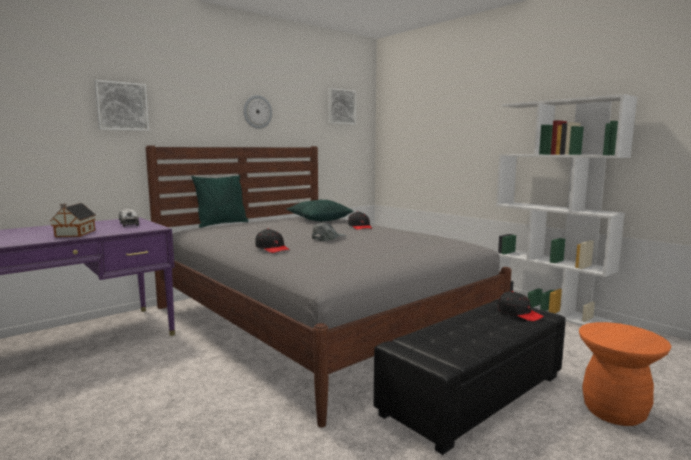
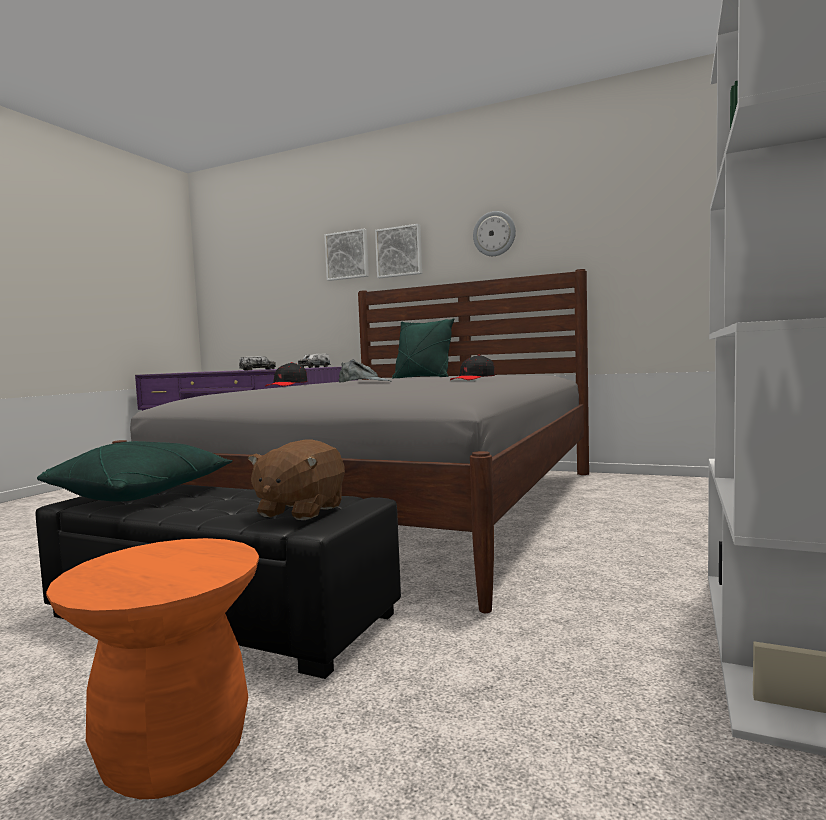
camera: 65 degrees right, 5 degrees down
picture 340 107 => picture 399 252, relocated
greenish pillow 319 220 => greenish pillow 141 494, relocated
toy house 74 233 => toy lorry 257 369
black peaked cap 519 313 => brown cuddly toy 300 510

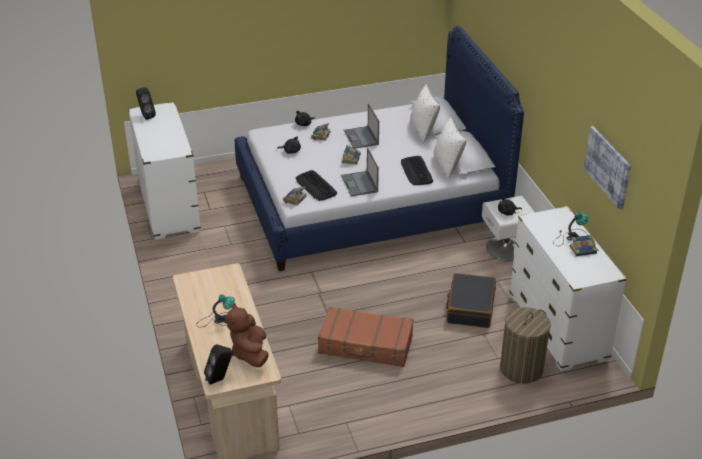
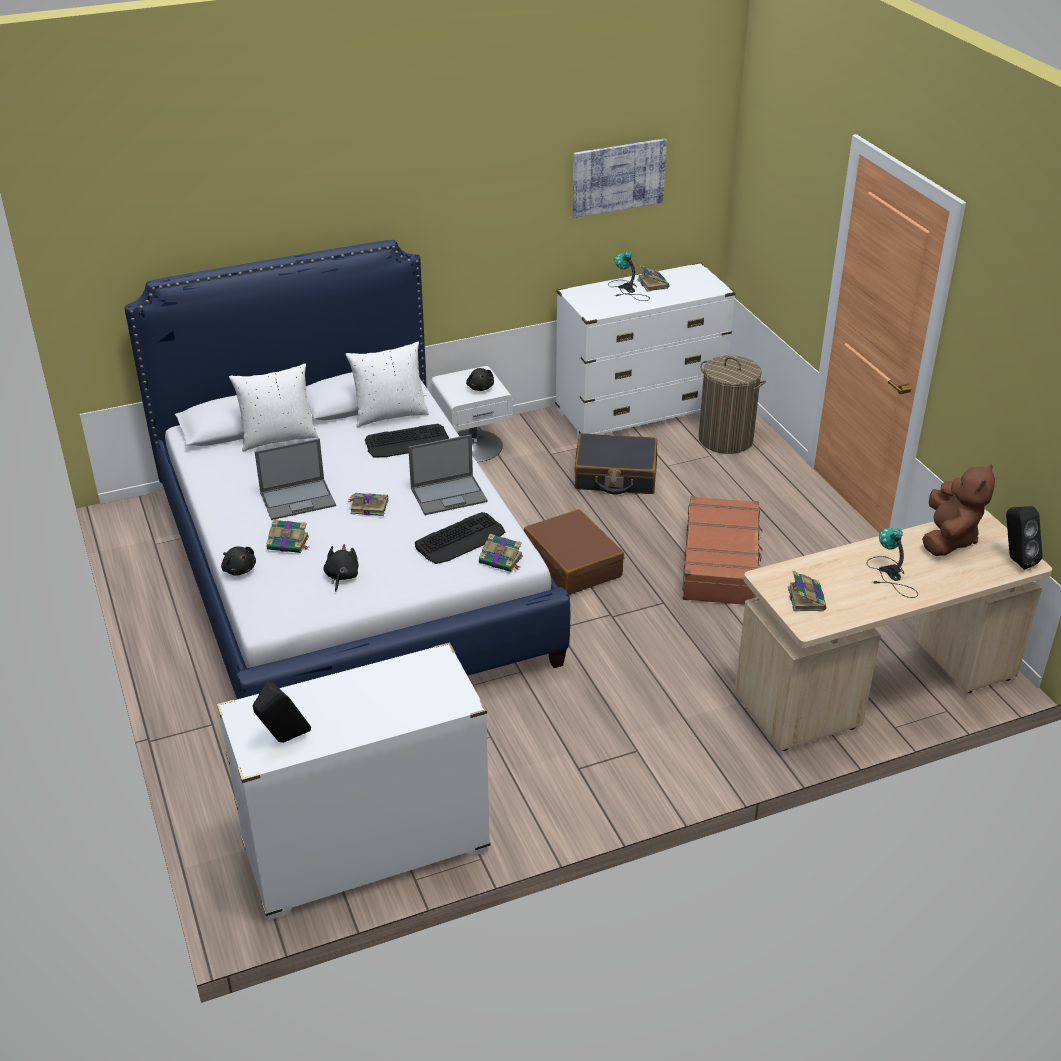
camera: 95 degrees left, 0 degrees up
brown cuddly toy 250 353 => brown cuddly toy 948 538, 60 degrees counterclockwise
nothing => brown suitcase 573 564
nothing => volume 806 598

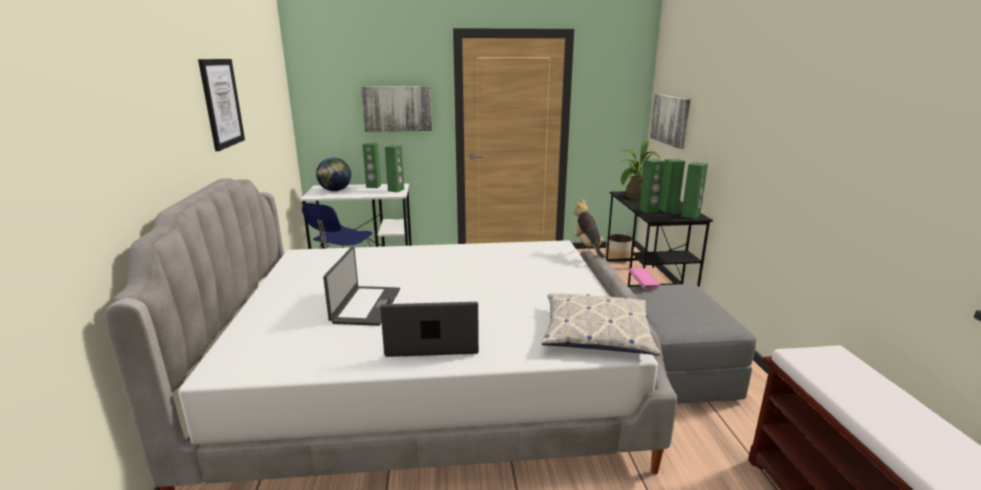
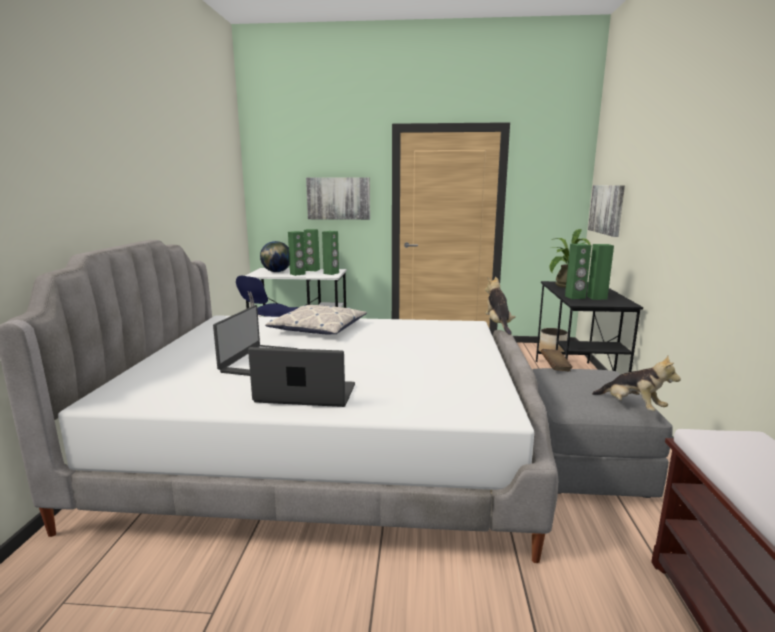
camera: 10 degrees right, 5 degrees down
picture 221 103 => nothing
greenish speaker 691 216 => greenish speaker 297 274, relocated
pinkish volume 643 285 => brown volume 555 367
pillow 596 333 => pillow 318 328, relocated
nothing => cuddly toy 632 407

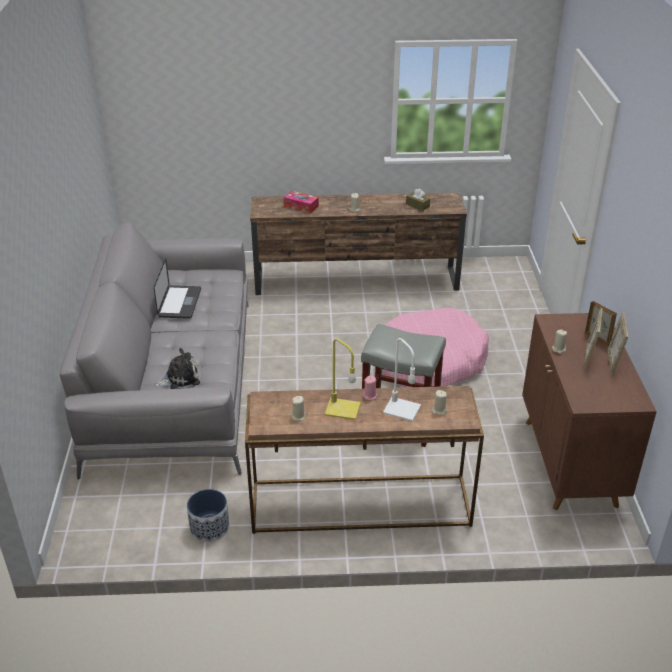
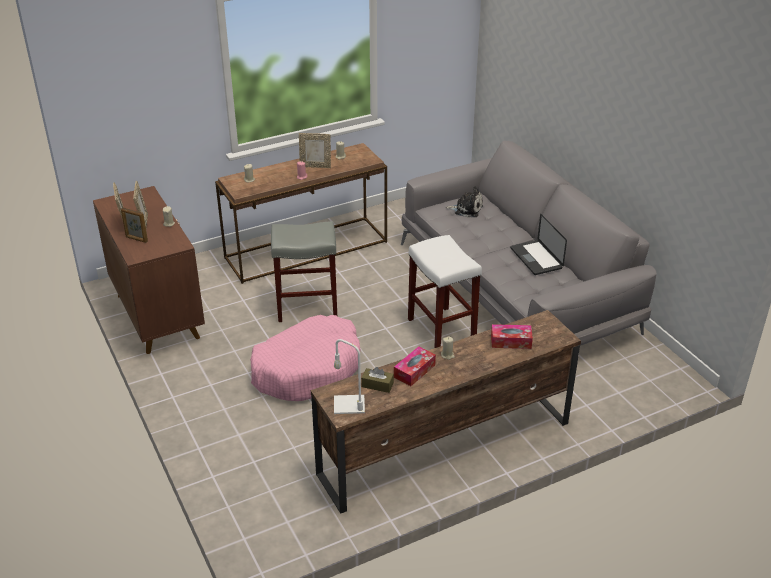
camera: 155 degrees right, 0 degrees up
yellow-coloured tabletop lamp 341 409 => picture frame 315 166
whitish tabletop lamp 400 409 => whitish tabletop lamp 350 404, relocated
cuddly toy 180 378 => cuddly toy 466 209, 120 degrees counterclockwise
flower pot 209 527 => nothing
nothing => whitish stool seat 442 330
nothing => tissue box 414 371

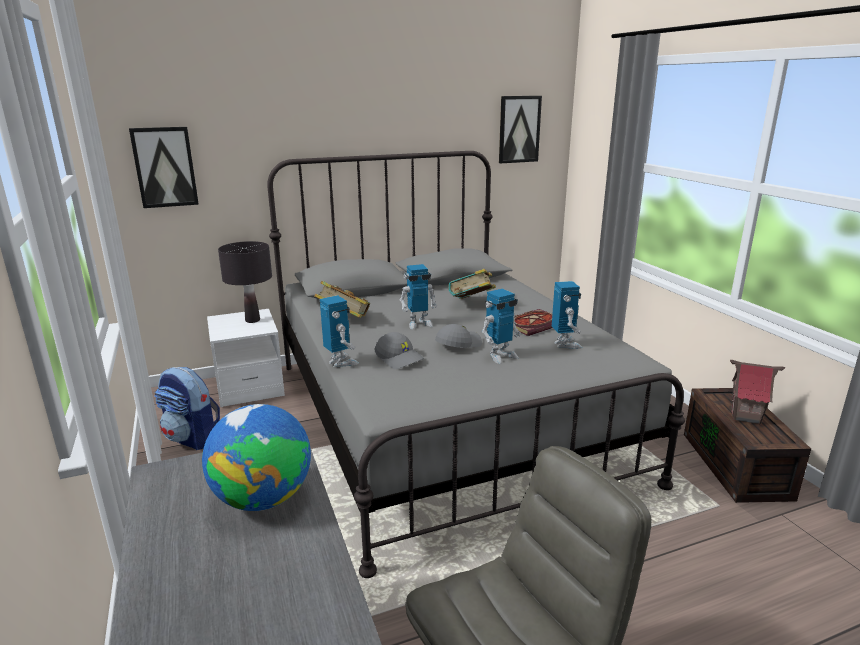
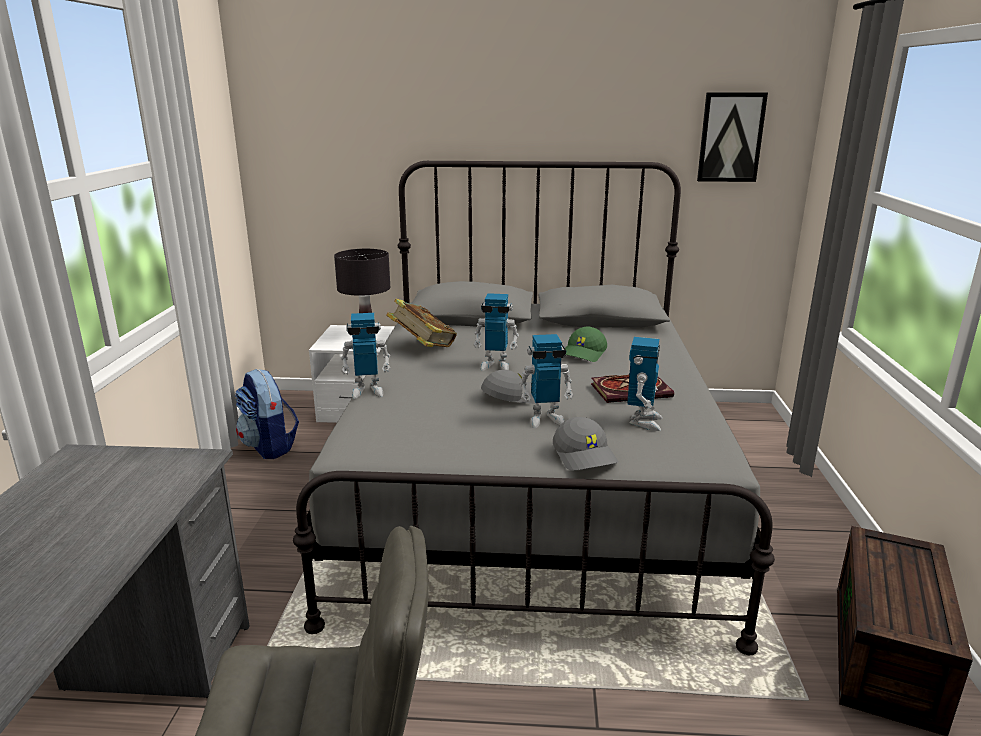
camera: 25 degrees right, 0 degrees up
picture 165 167 => nothing
volume 472 304 => greenish peaked cap 584 354
model robot 340 362 => model robot 367 391, 90 degrees clockwise
greyish peaked cap 400 358 => greyish peaked cap 585 455, relocated
toy house 745 416 => nothing
world globe 263 498 => nothing

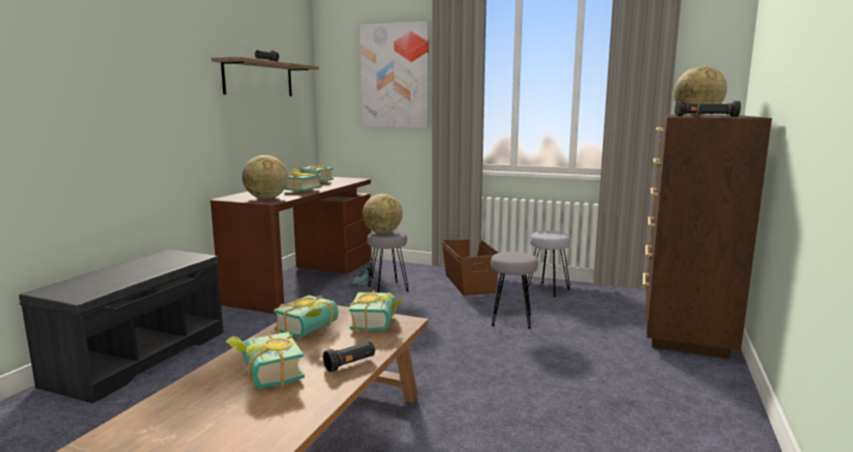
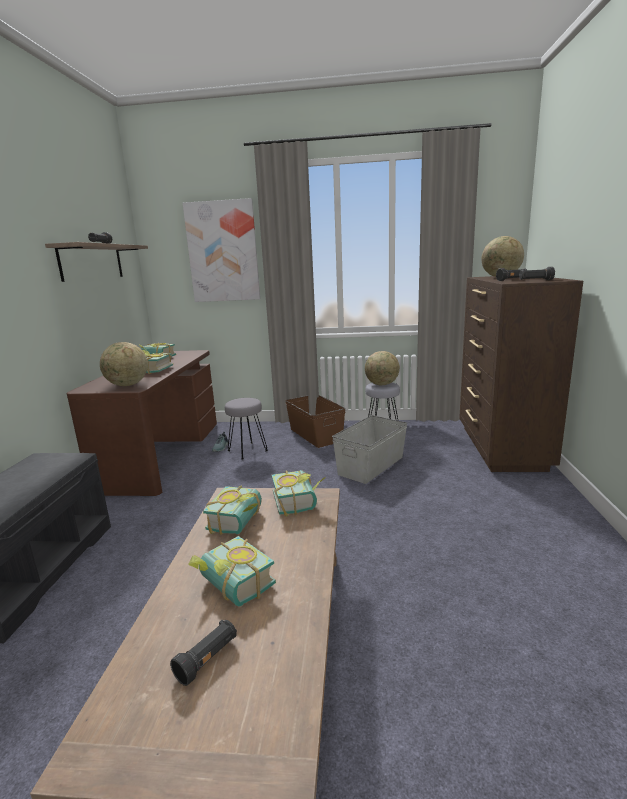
camera: 15 degrees left, 5 degrees up
world globe 382 233 => world globe 382 384, relocated
greyish stool seat 512 320 => greyish storage bin 371 465
black hand torch 350 364 => black hand torch 208 659, relocated

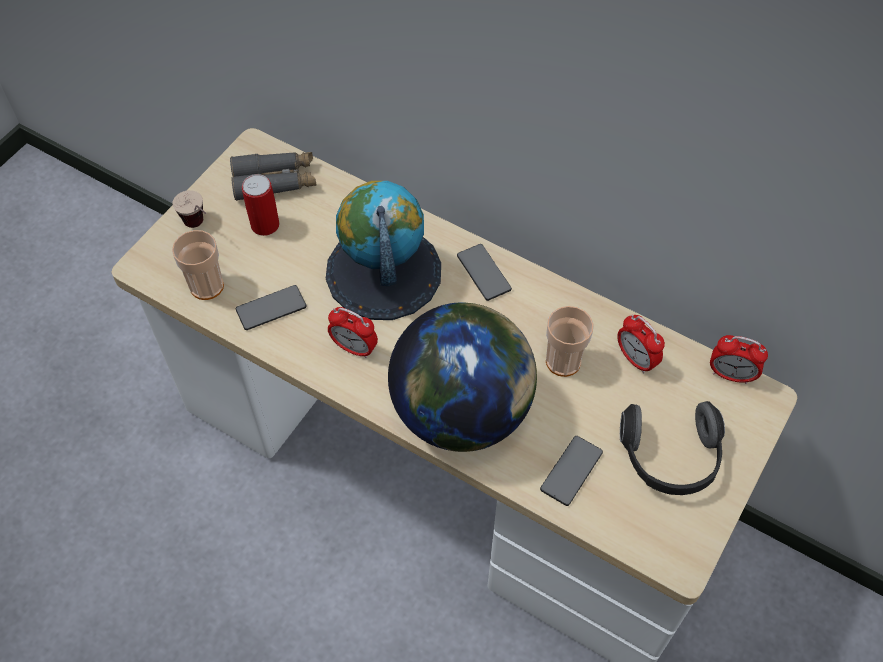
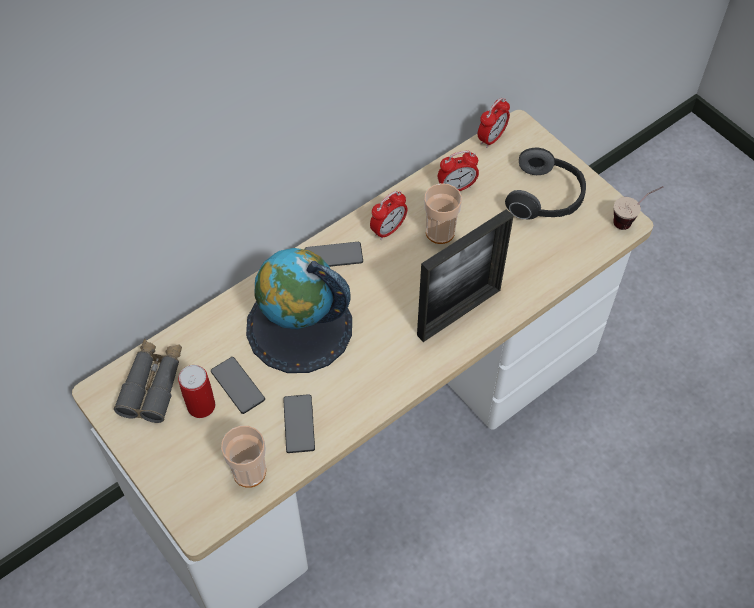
camera: 70 degrees left, 0 degrees up
small cup 200 227 => small cup 631 220, relocated
world globe 462 411 => picture frame 459 312
alarm clock 354 348 => alarm clock 388 230, relocated
telephone 571 471 => telephone 237 385, relocated

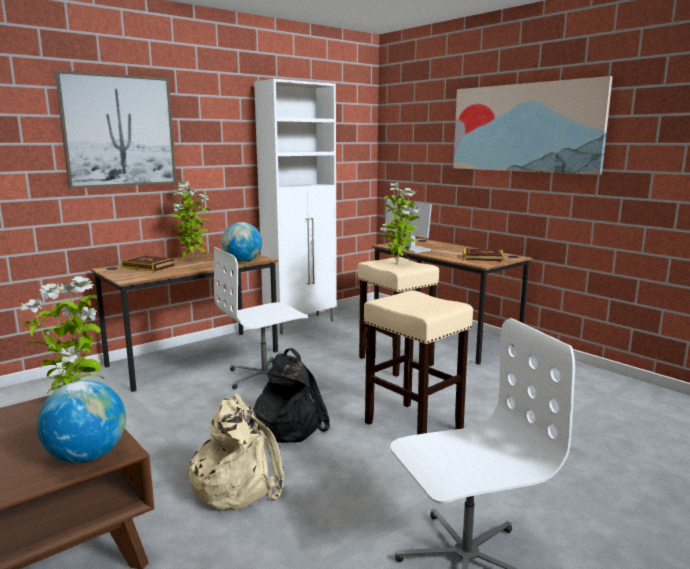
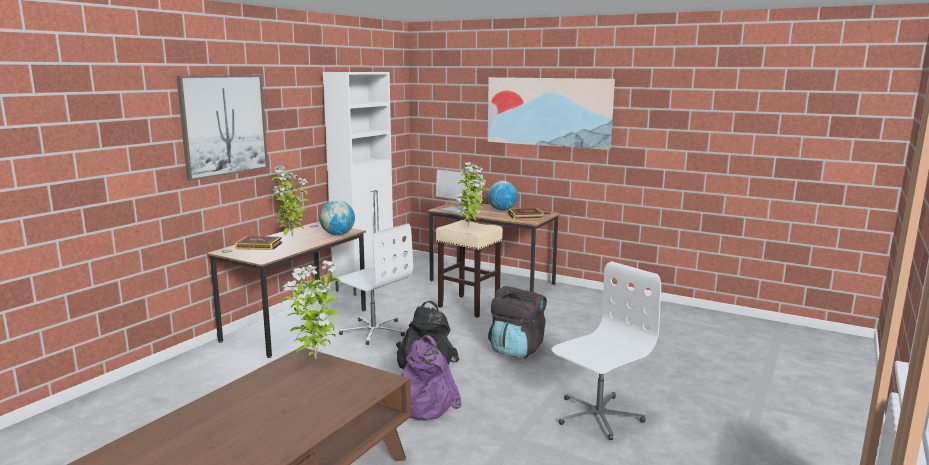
camera: 20 degrees left, 0 degrees up
whitish computer chair 265 376 => whitish computer chair 373 331, 90 degrees counterclockwise
beige-coloured stool seat 414 426 => black knapsack 516 349
world globe 87 457 => world globe 502 210, relocated
beige-coloured knapsack 237 484 => purplish knapsack 422 404

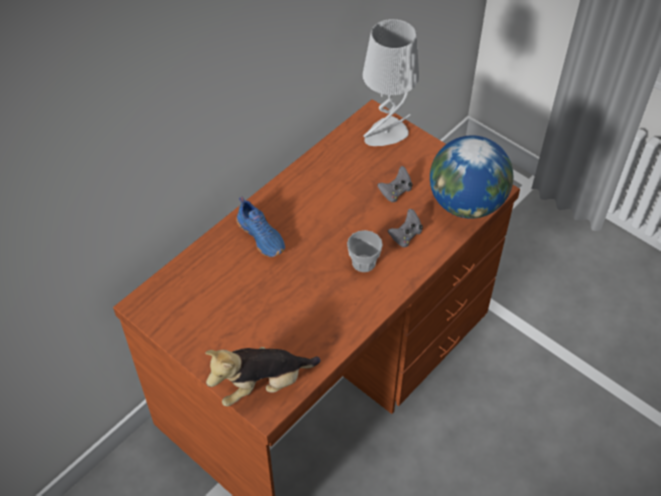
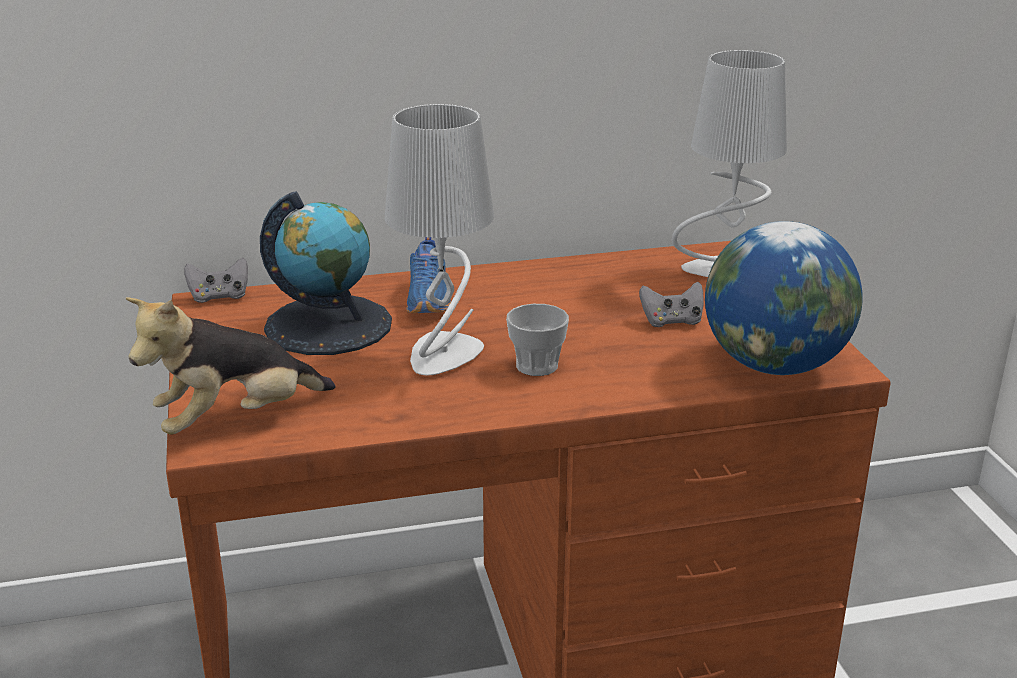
camera: 35 degrees right, 25 degrees down
greyish gamepad 405 236 => greyish gamepad 219 297, relocated
cuddly toy 262 385 => cuddly toy 236 420, 45 degrees counterclockwise
nothing => greyish tabletop lamp 444 356
nothing => world globe 329 325

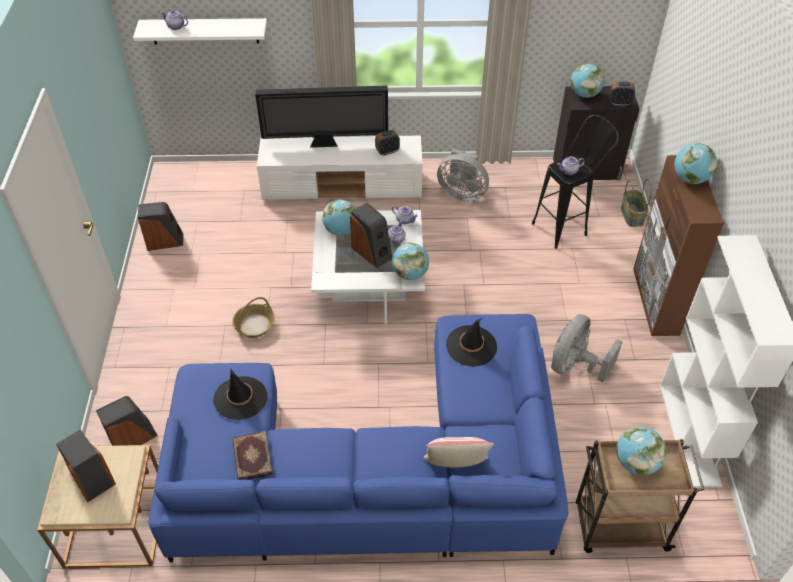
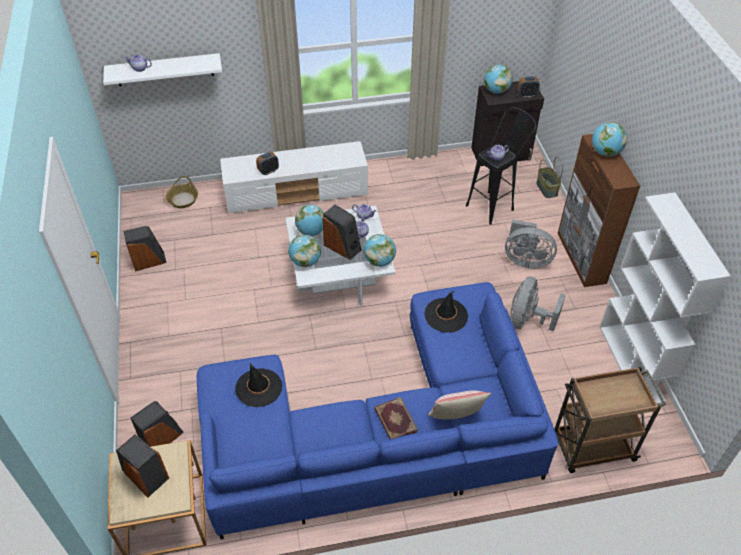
camera: 10 degrees left, 0 degrees up
TV set 325 144 => nothing
alarm clock 387 151 => alarm clock 268 171, relocated
greyish electric fan 462 193 => greyish electric fan 525 260, relocated
household basket 254 325 => household basket 183 199, relocated
world globe 636 463 => world globe 305 262, relocated
volume 251 457 => volume 395 421, relocated

